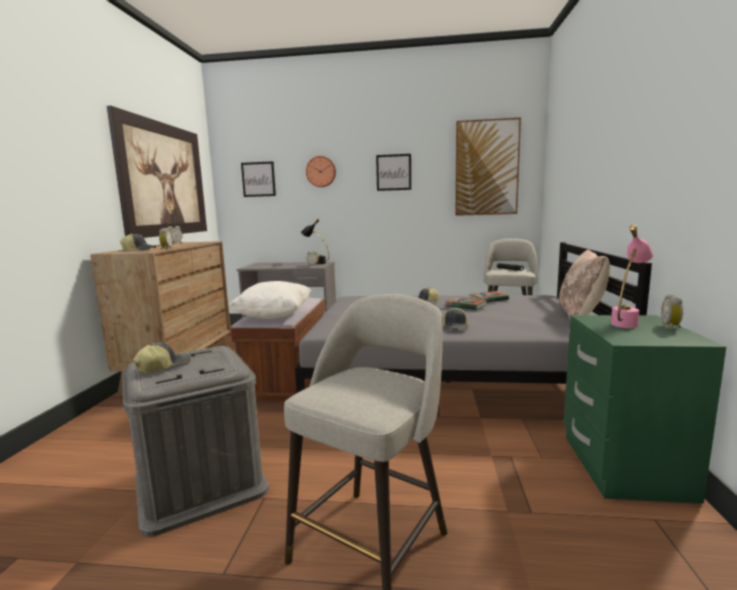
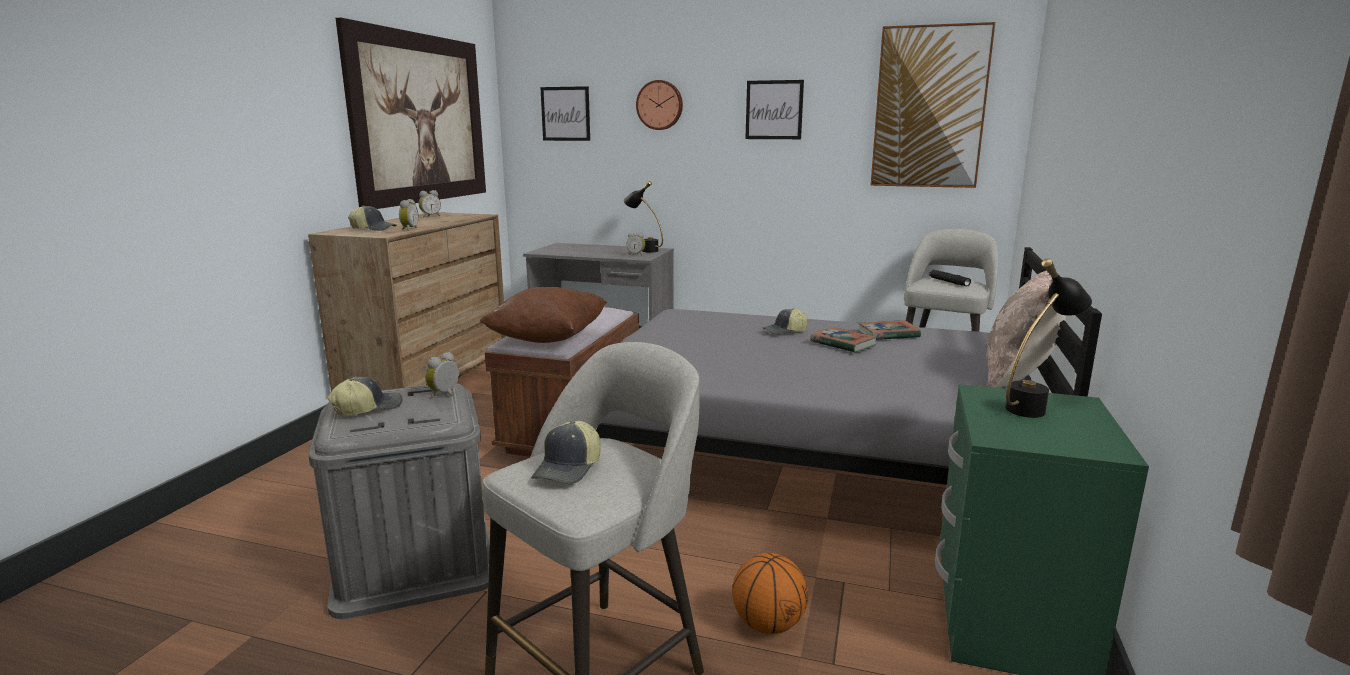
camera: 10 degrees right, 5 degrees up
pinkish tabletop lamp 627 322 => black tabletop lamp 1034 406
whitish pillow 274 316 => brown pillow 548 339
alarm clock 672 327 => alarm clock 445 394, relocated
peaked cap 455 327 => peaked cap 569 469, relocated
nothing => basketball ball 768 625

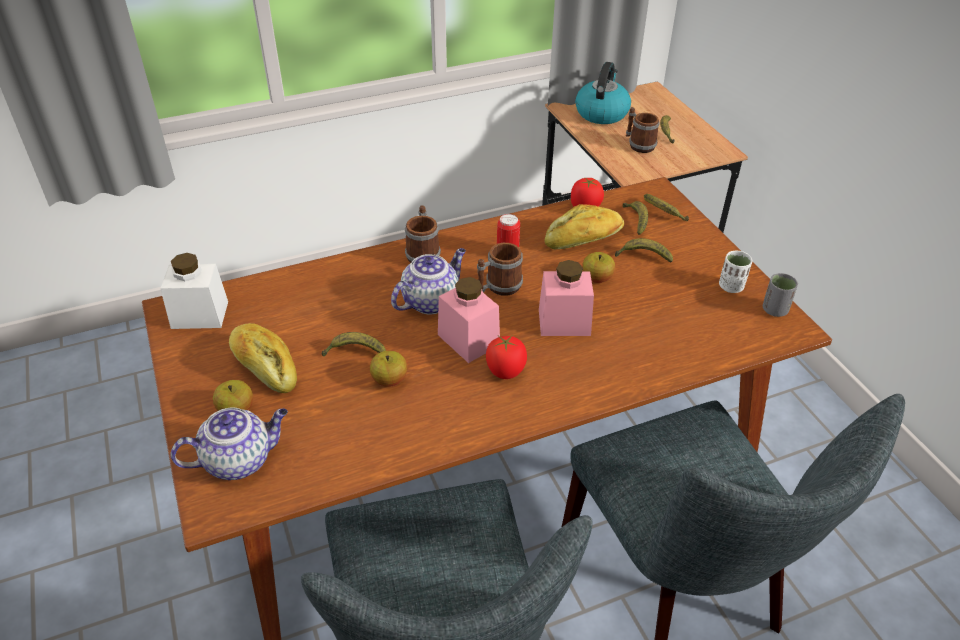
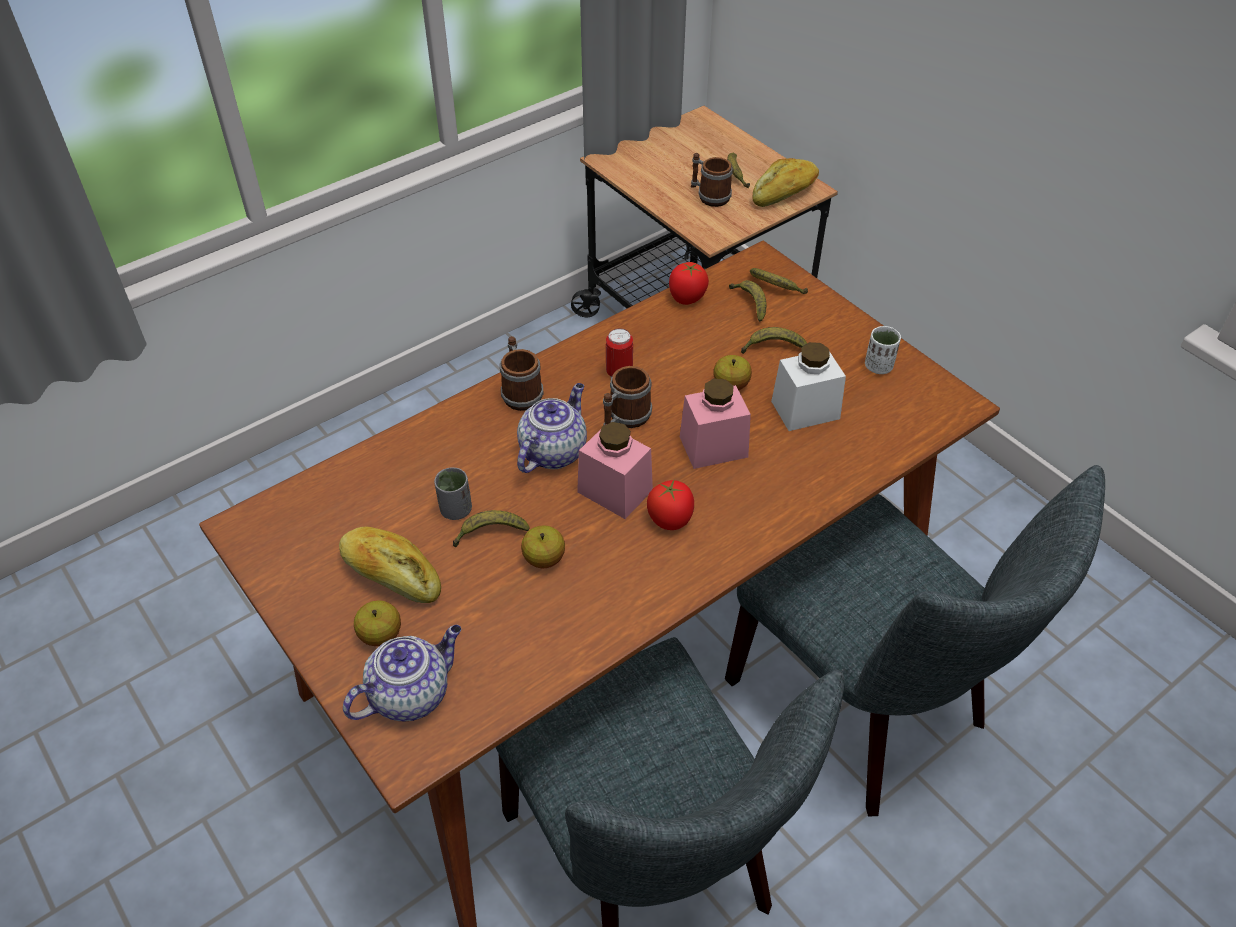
camera: 15 degrees left, 5 degrees up
water kettle 601 113 => nothing
baked bread 584 239 => baked bread 785 193, relocated
whitish jar 200 315 => whitish jar 805 410, relocated
greyish small cup 774 310 => greyish small cup 456 510, relocated

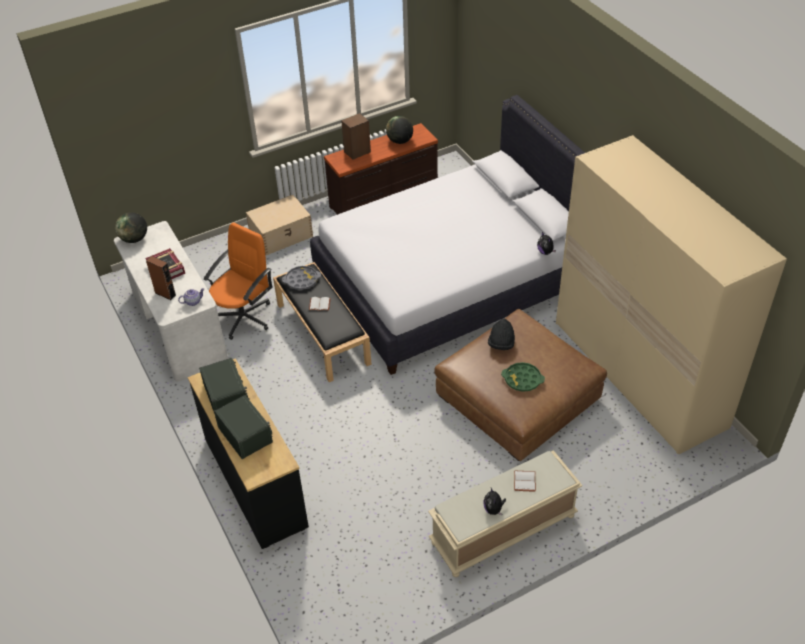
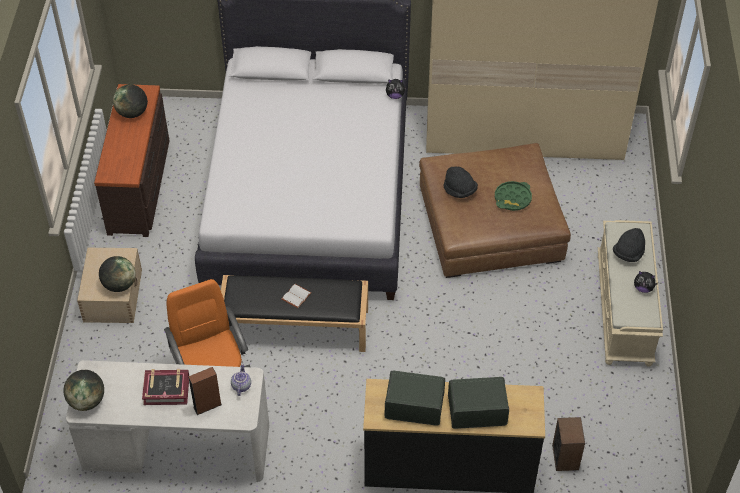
camera: 60 degrees left, 5 degrees up
speaker 357 152 => speaker 565 457, relocated
greyish tray 302 280 => nothing
whitish volume 525 482 => black wearable hat 628 253
nothing => world globe 119 285

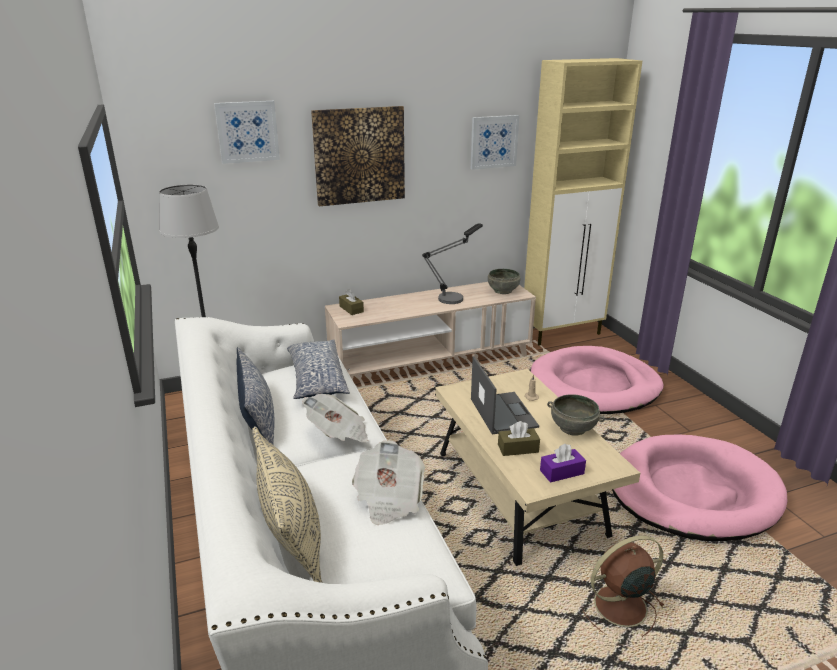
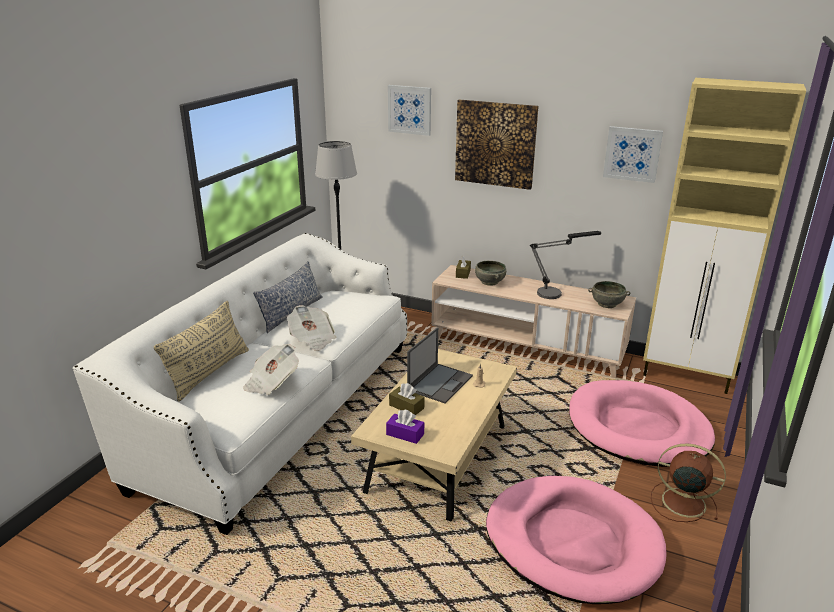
camera: 45 degrees right, 0 degrees up
pillow 316 378 => nothing
greyish deep dish 572 428 => greyish deep dish 489 282, relocated
brown electric fan 618 606 => brown electric fan 681 502, relocated

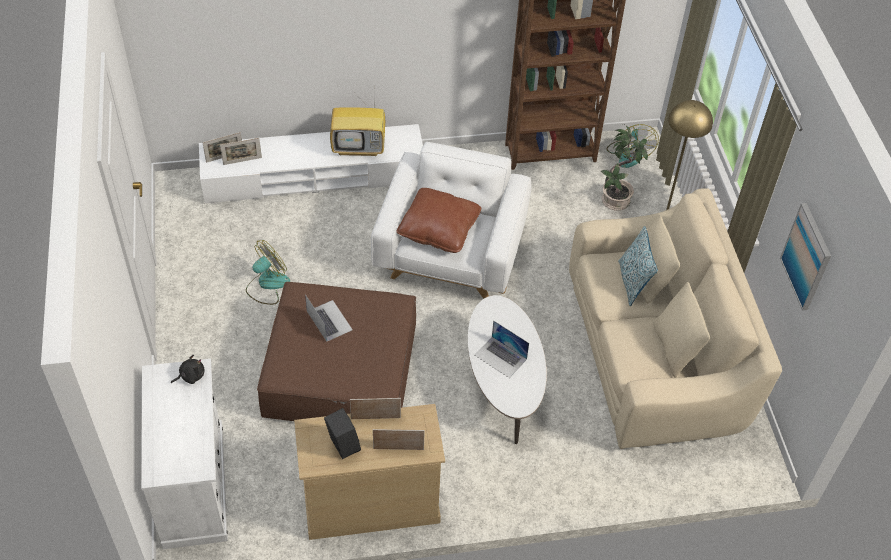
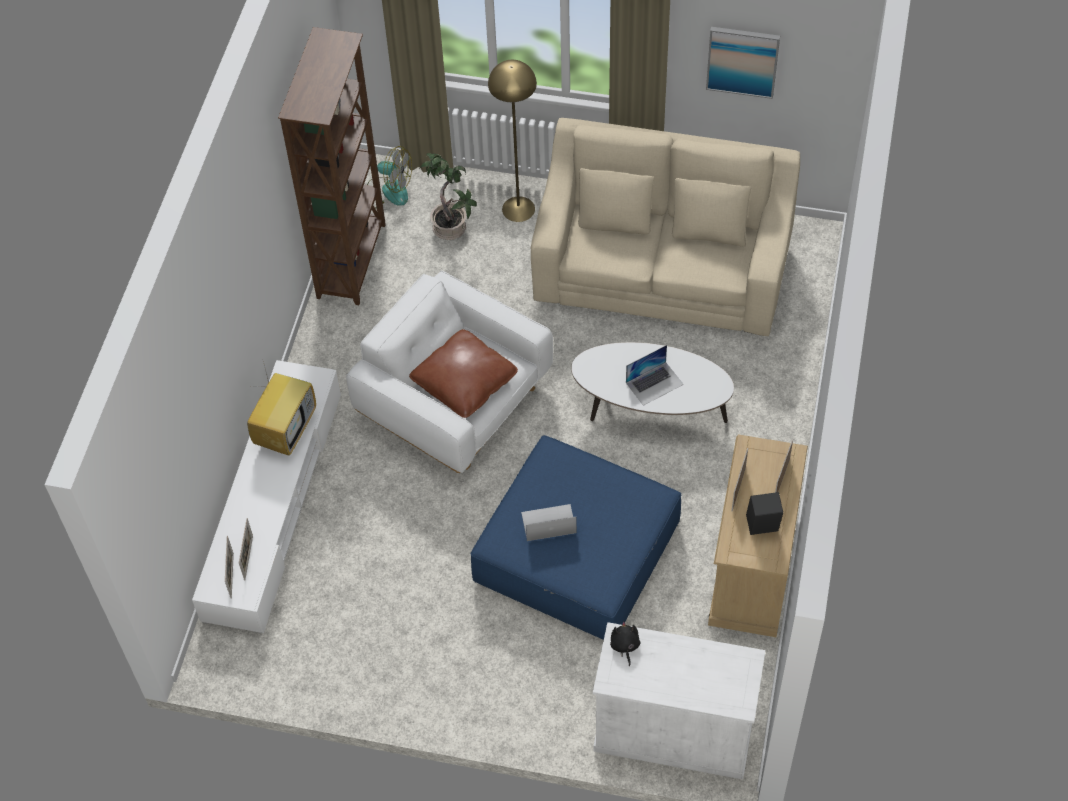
camera: 65 degrees left, 5 degrees up
pillow 632 282 => nothing
electric fan 267 285 => nothing
brown footrest 341 371 => bluish footrest 576 553

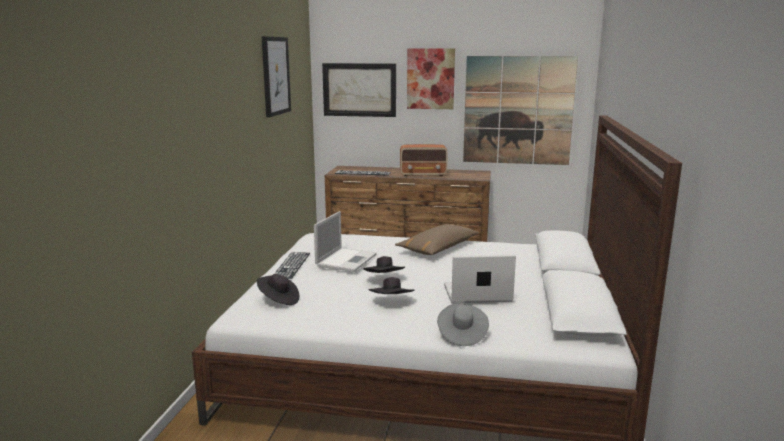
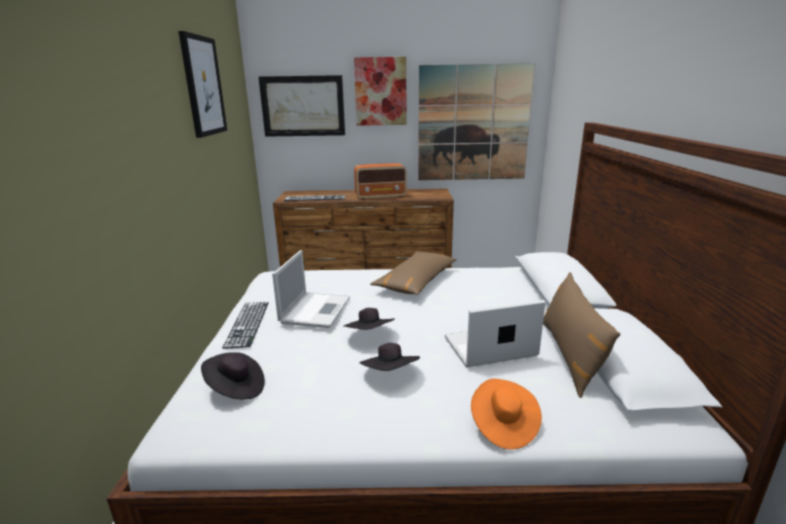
camera: 10 degrees left, 5 degrees up
greyish wearable hat 461 335 => orange wearable hat 503 425
nothing => brown pillow 570 355

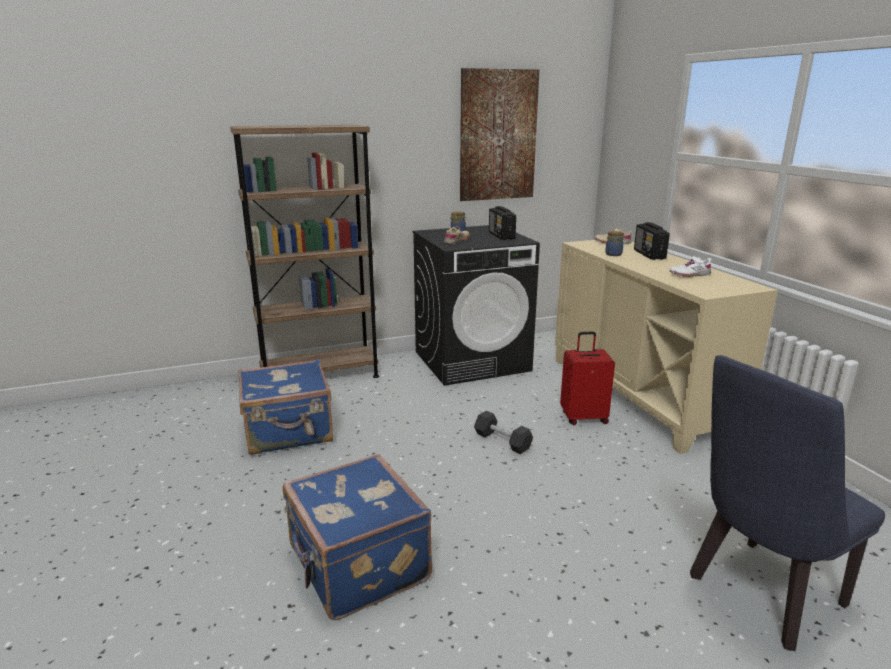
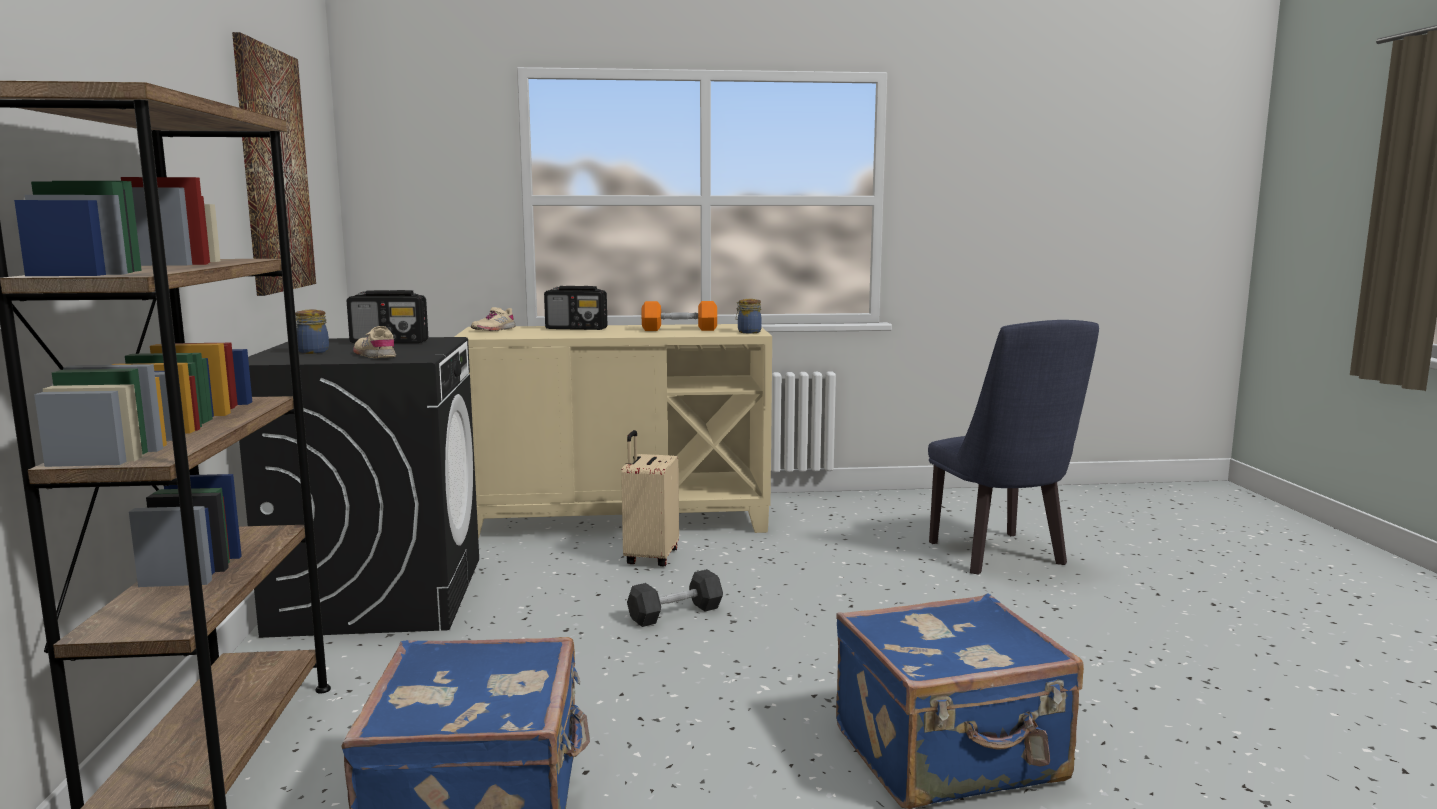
camera: 75 degrees left, 10 degrees down
jar 613 254 => jar 748 332, relocated
whitish item of footwear 689 274 => orange hand weight 679 329
reddish suitcase 583 417 => beige-coloured suitcase 650 557

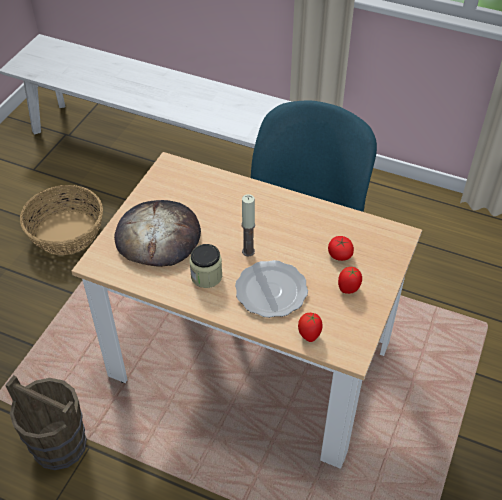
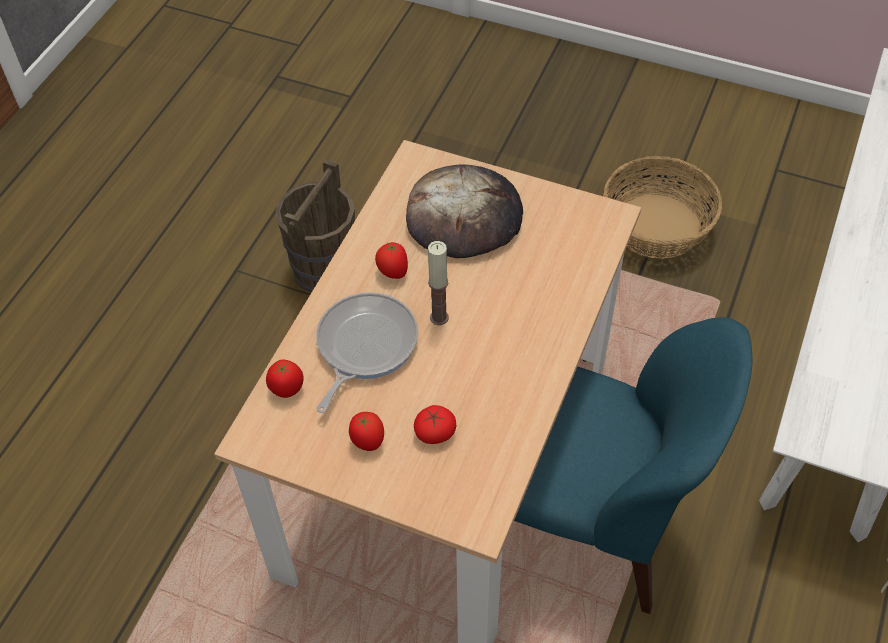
camera: 90 degrees right, 5 degrees up
jar 206 276 => fresh tomato 392 272
flat dish 271 291 => skillet 364 346

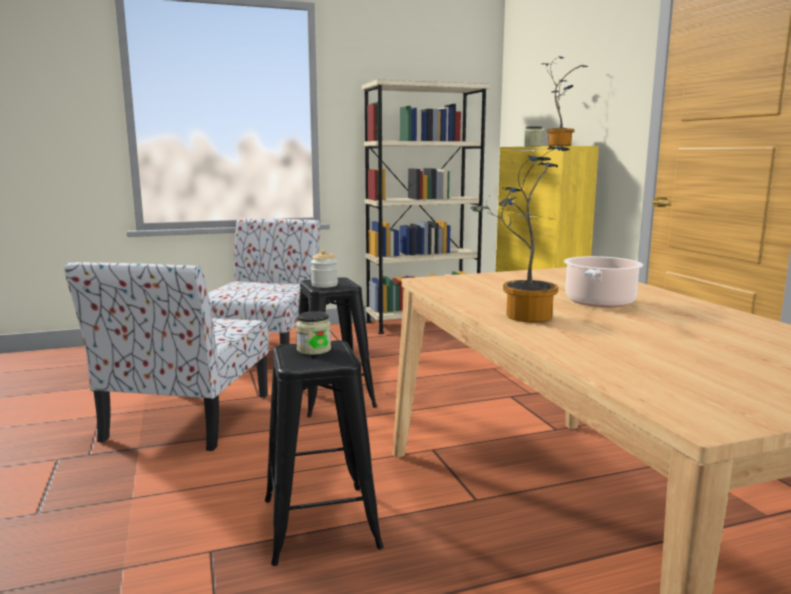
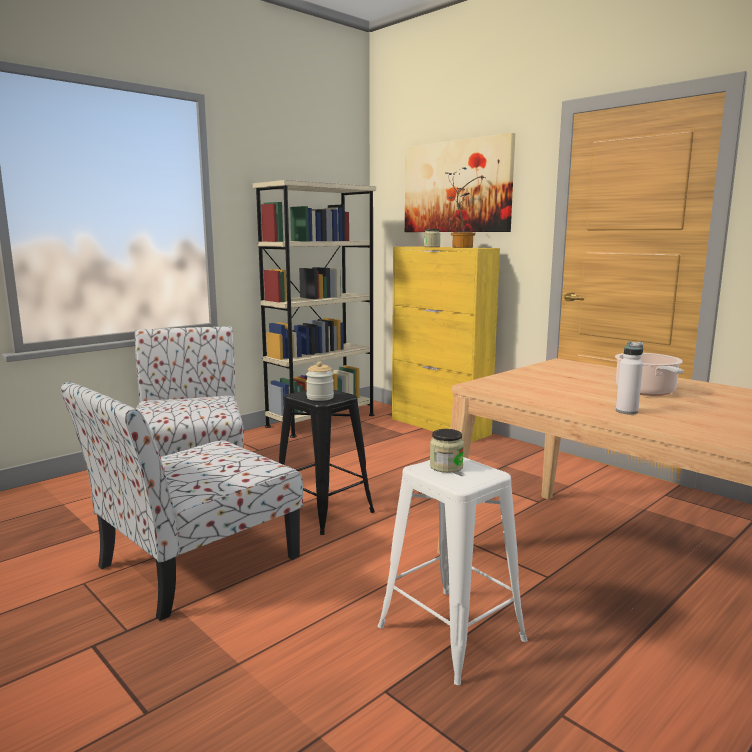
camera: 25 degrees left, 0 degrees up
potted plant 521 316 => whitish beverage bottle 626 411
plain chair 187 418 => plain chair 195 564, 60 degrees clockwise
black stool seat 320 523 => whitish stool seat 452 634
nothing => picture 456 187

